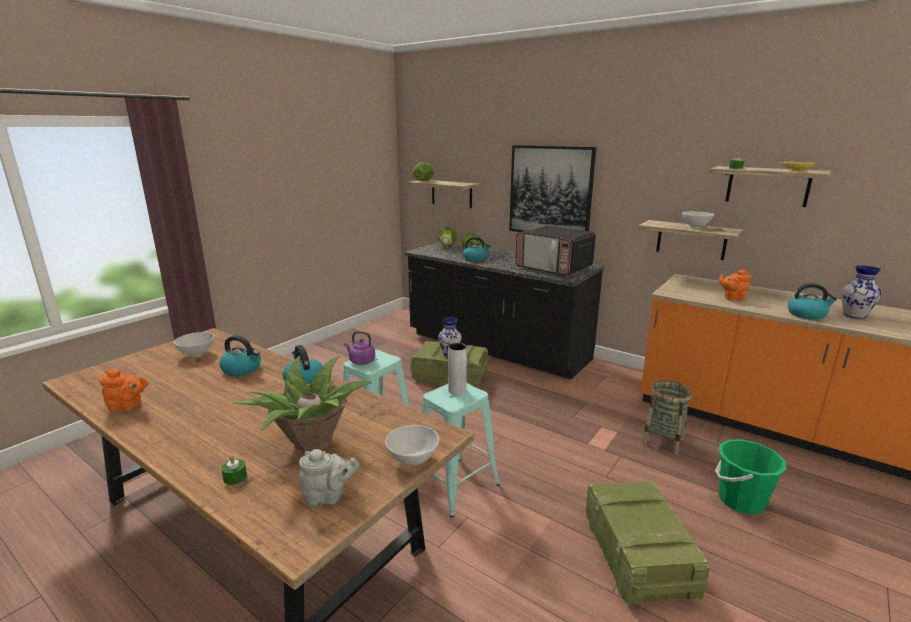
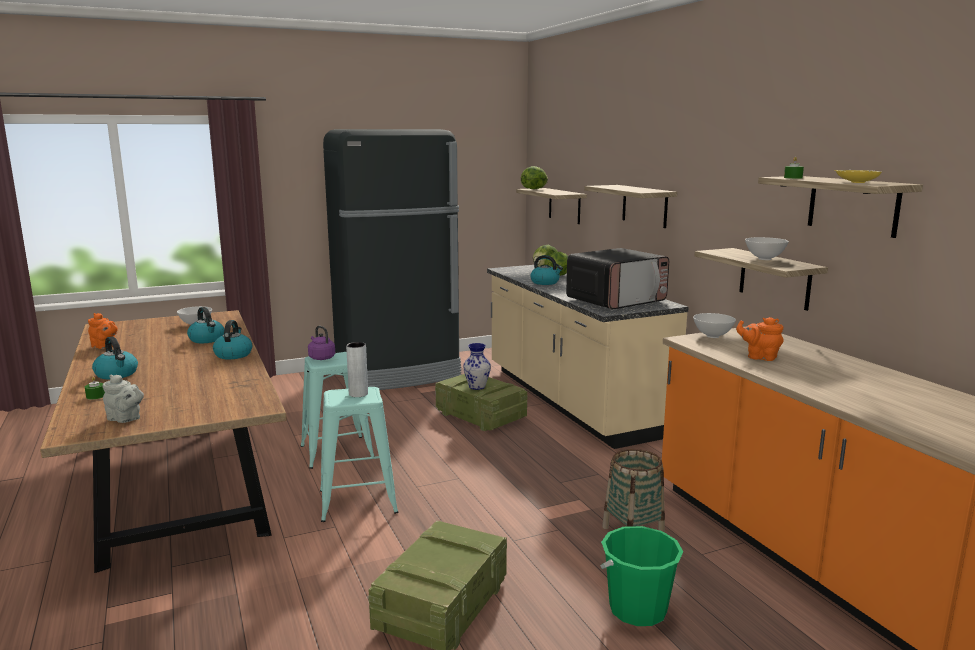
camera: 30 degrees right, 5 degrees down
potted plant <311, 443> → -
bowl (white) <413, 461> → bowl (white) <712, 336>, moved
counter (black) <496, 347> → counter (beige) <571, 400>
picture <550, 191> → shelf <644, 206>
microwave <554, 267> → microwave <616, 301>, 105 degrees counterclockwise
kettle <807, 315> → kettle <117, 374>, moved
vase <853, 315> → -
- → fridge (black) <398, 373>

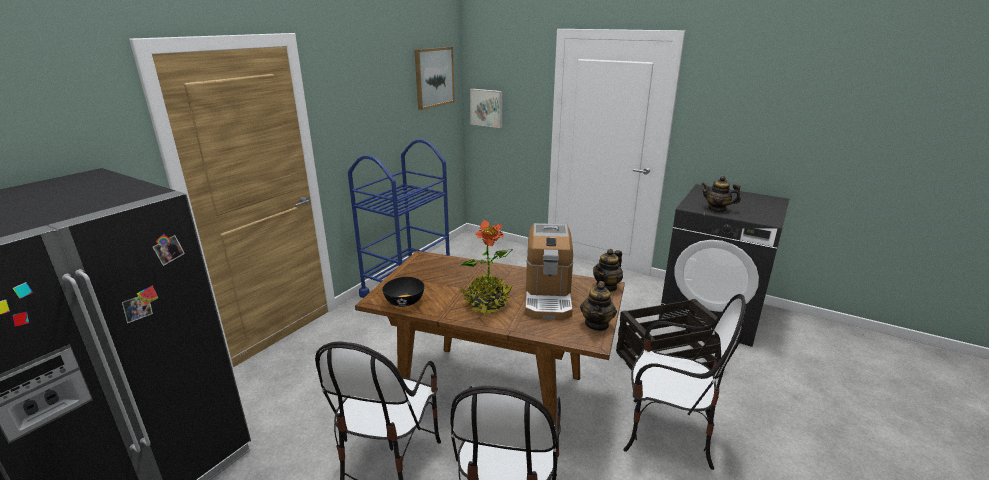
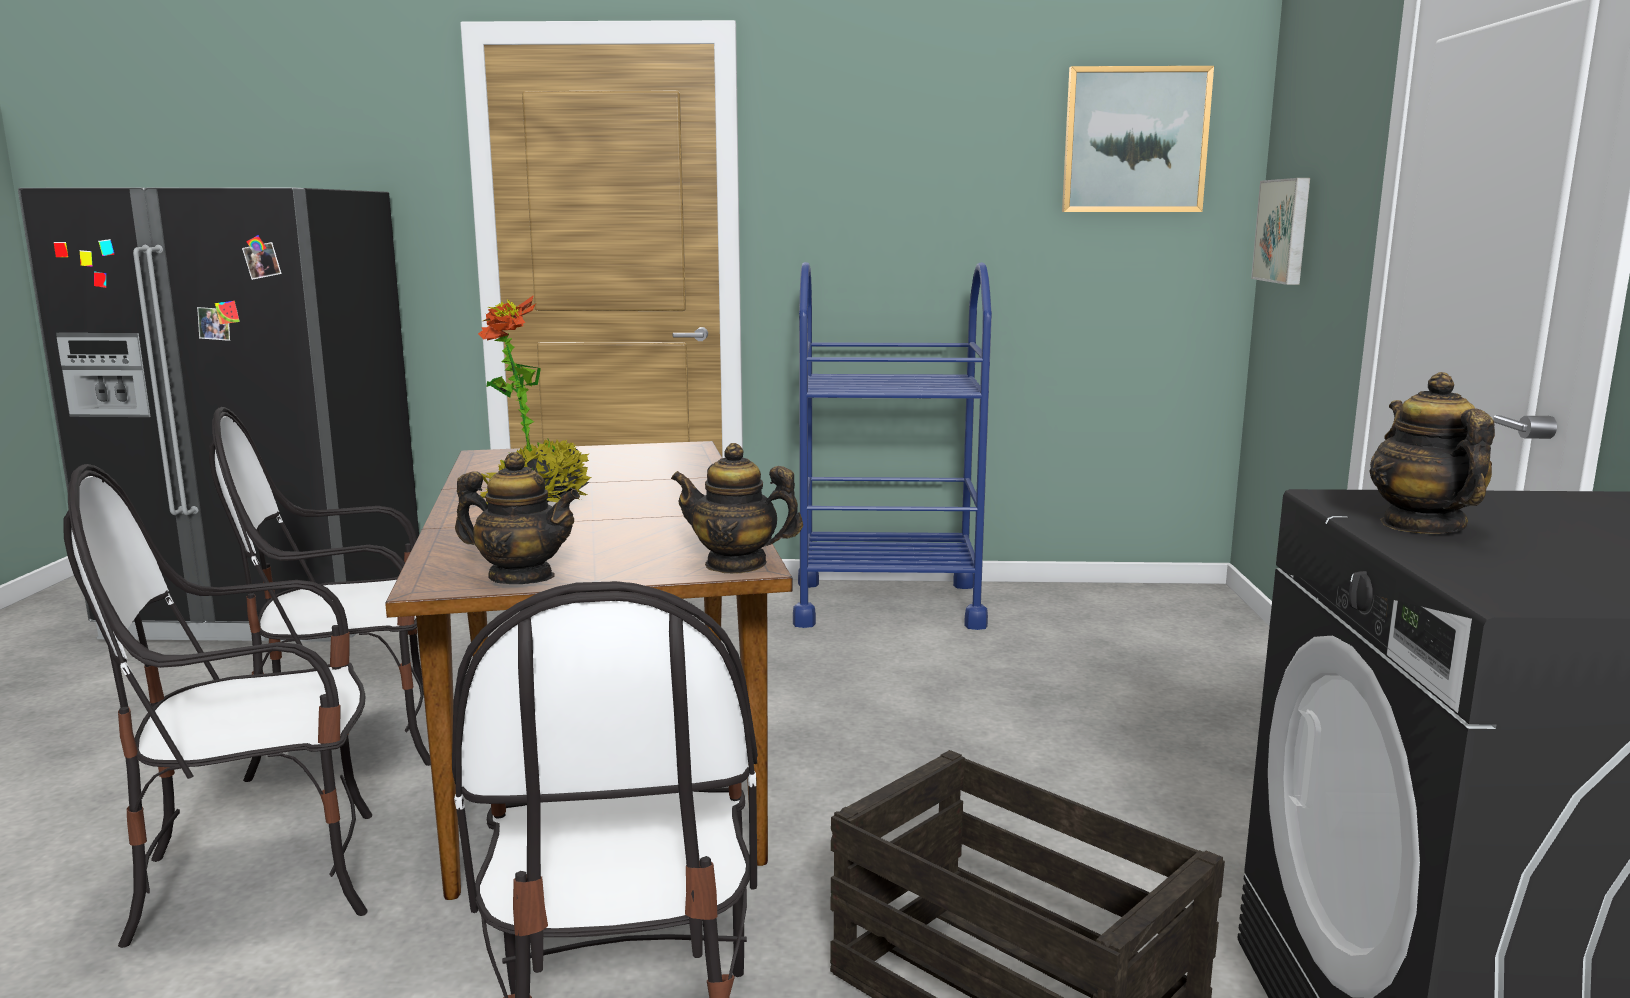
camera: 60 degrees right, 10 degrees down
bowl (black) <405, 302> → -
coffee machine <548, 297> → -
teapot <597, 324> → teapot <521, 577>, 150 degrees counterclockwise

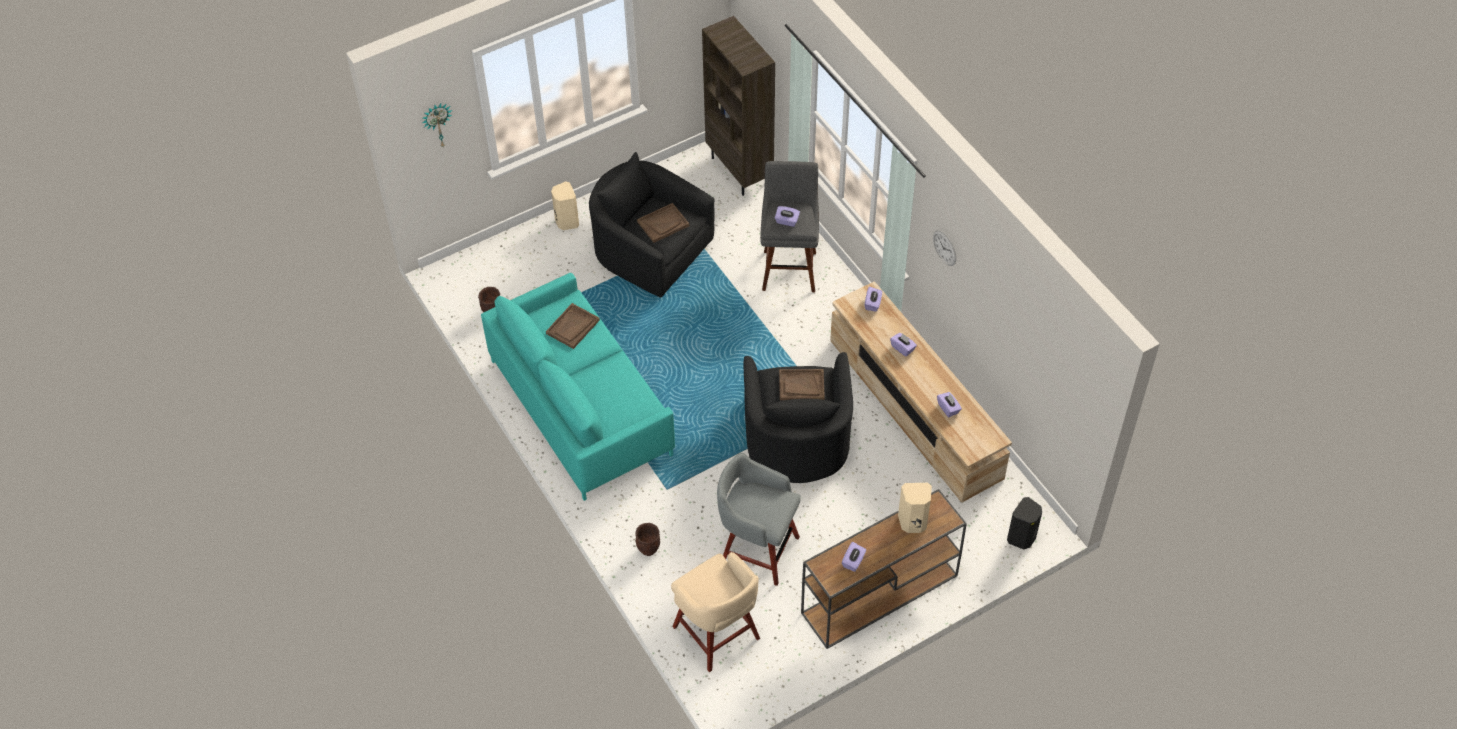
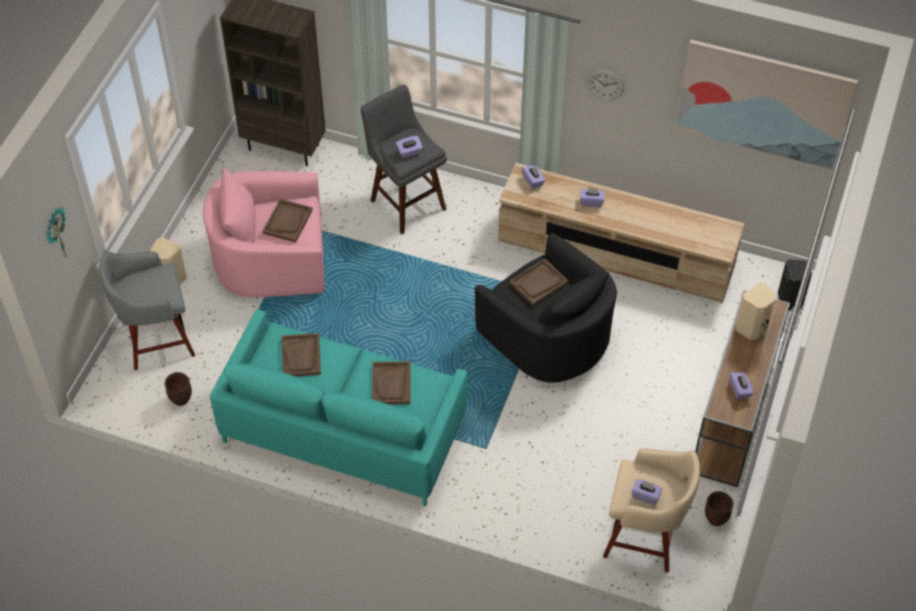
camera: 40 degrees left, 0 degrees up
armchair (black) <650, 250> → armchair (pink) <271, 259>
planter (brown) <649, 549> → planter (brown) <716, 519>, moved
stool (grey) <757, 549> → stool (grey) <156, 340>, moved
tissue box (purple) <948, 408> → tissue box (purple) <645, 495>, moved
- → tray (brown) <391, 384>
- → picture <764, 103>

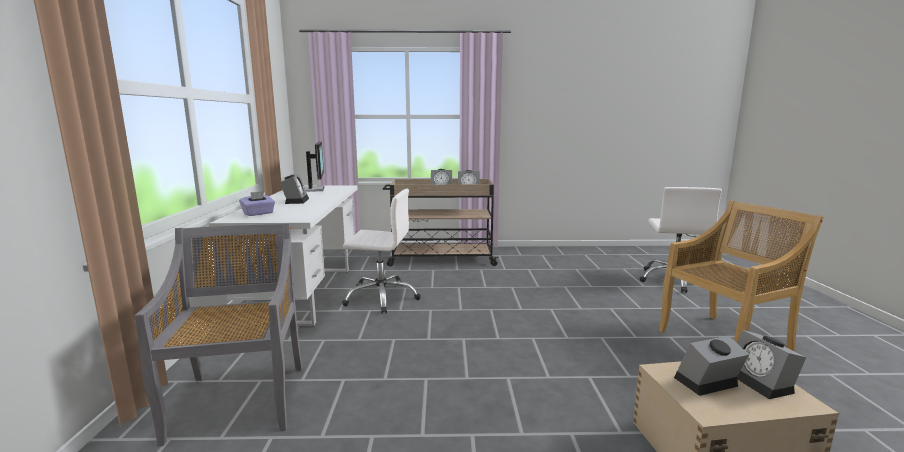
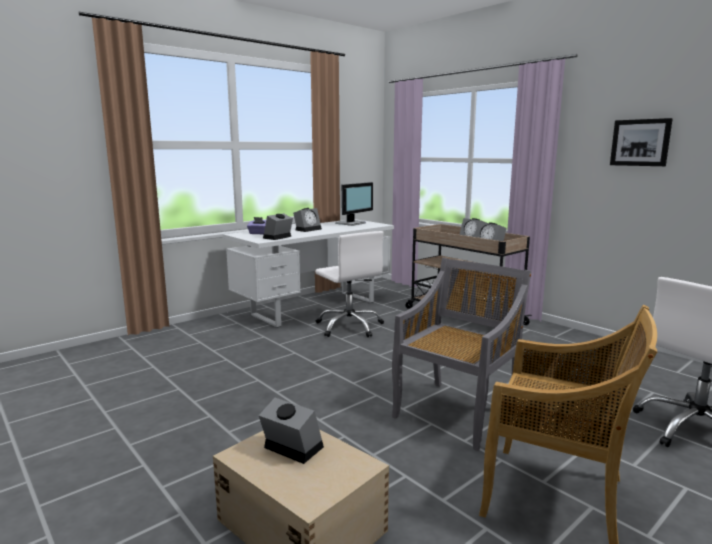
camera: 50 degrees right, 0 degrees up
chair (grey) <239, 400> → chair (grey) <456, 412>, moved
alarm clock <762, 382> → alarm clock <277, 237>, moved
- → picture <640, 142>

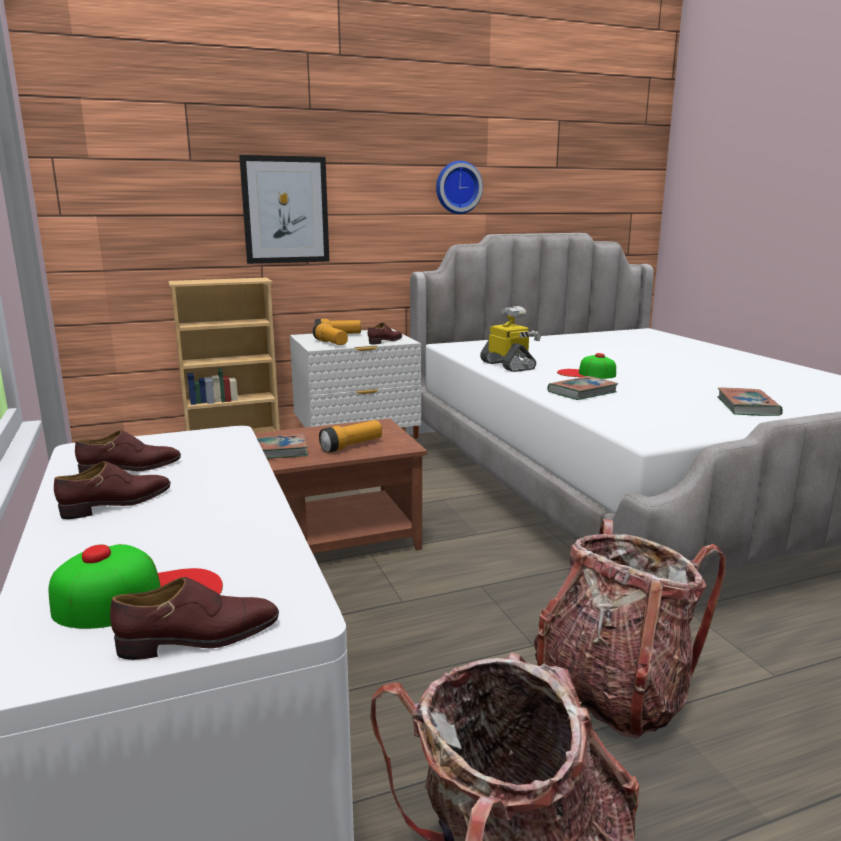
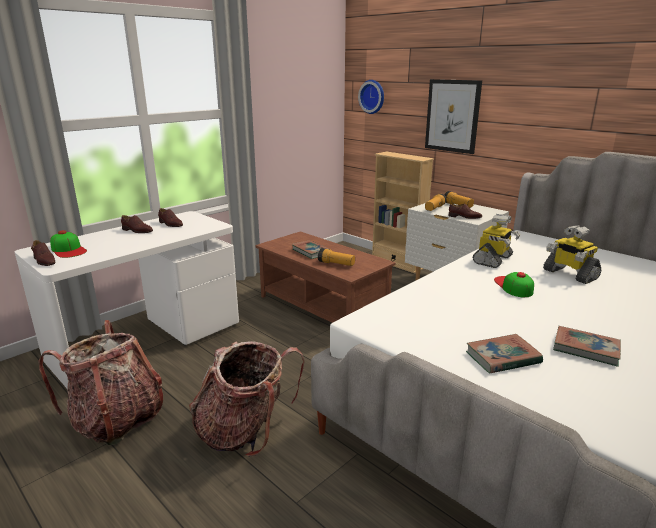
camera: 65 degrees right, 5 degrees up
wall clock <457, 187> → wall clock <373, 96>, moved
book <582, 392> → book <585, 349>, moved
- → toy robot <569, 274>

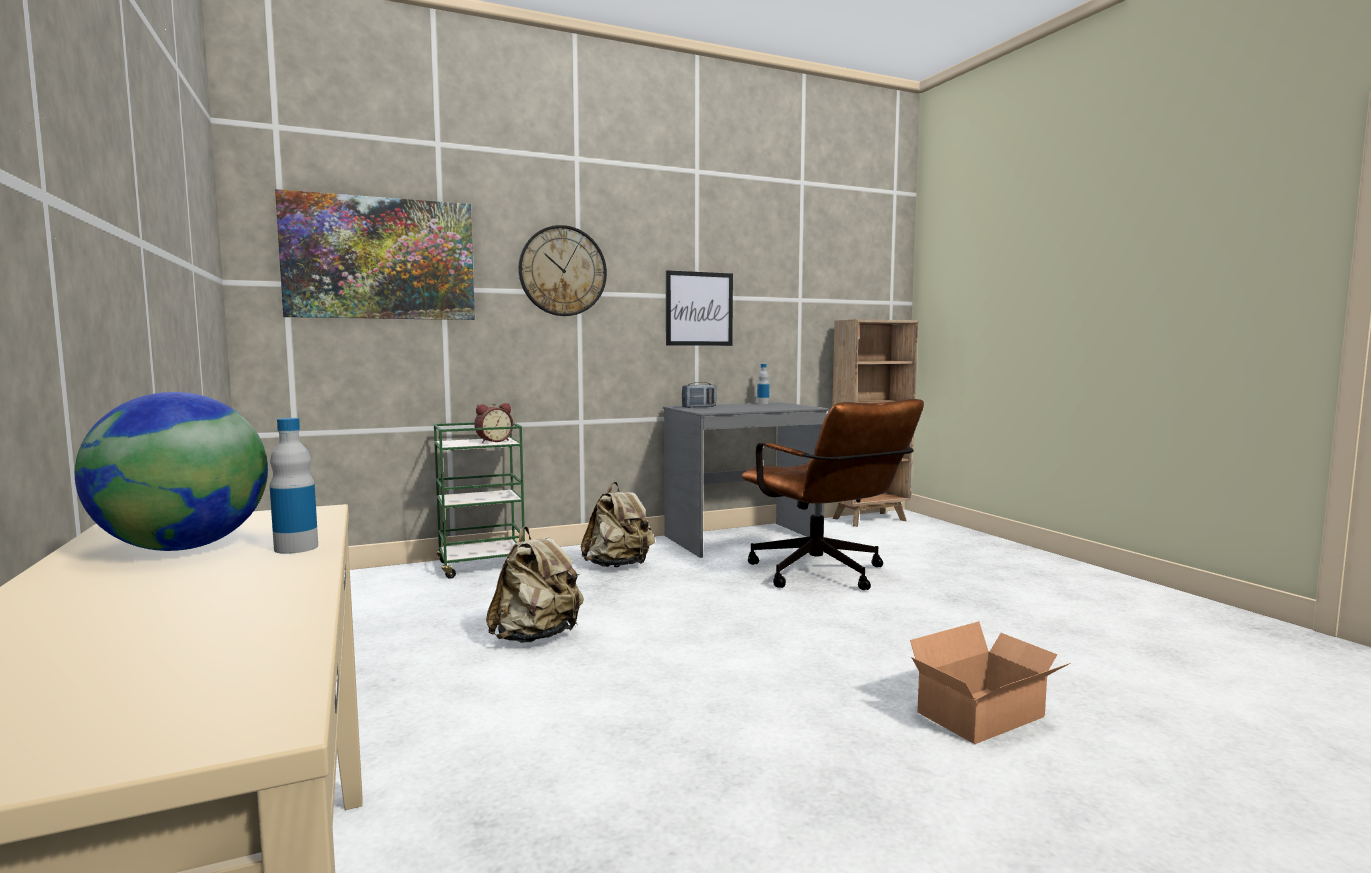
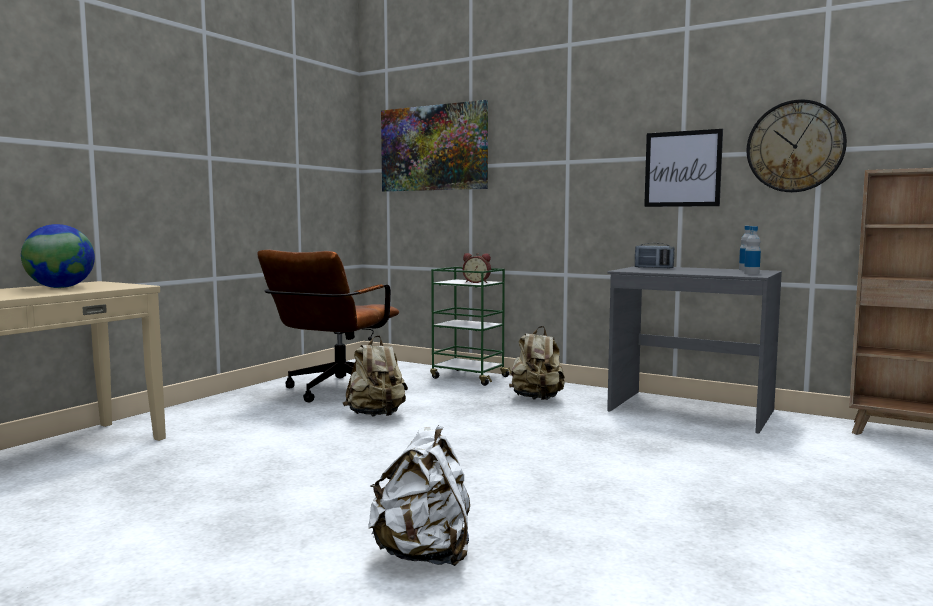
camera: 55 degrees right, 0 degrees up
bottle <296, 548> → bottle <751, 274>, moved
wall clock <562, 271> → wall clock <795, 146>, moved
office chair (brown) <825, 575> → office chair (brown) <334, 392>, moved
cardboard box <986, 716> → backpack (white) <424, 554>

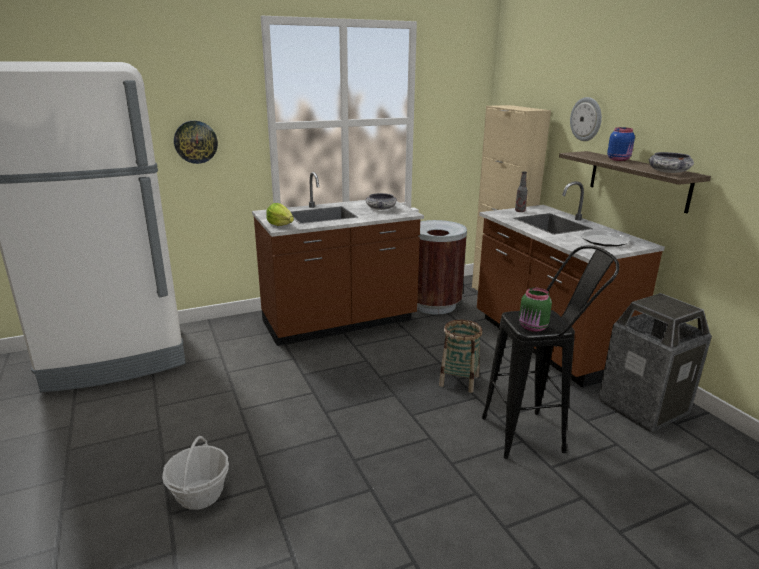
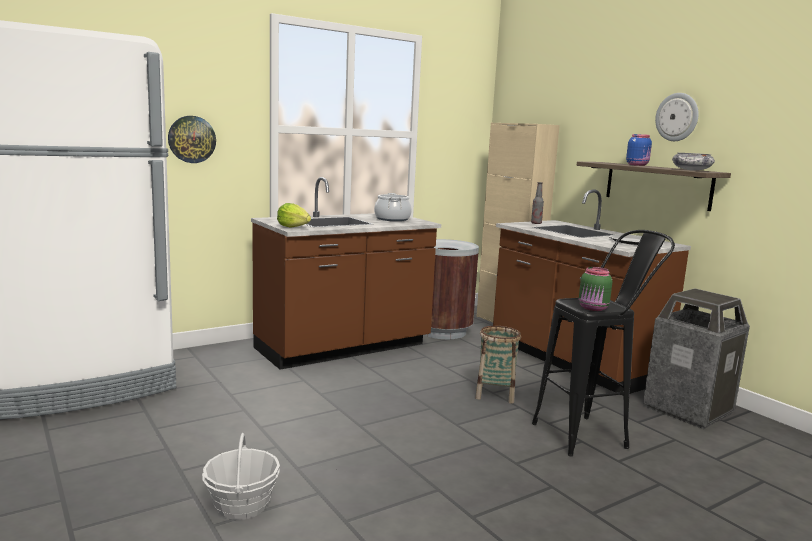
camera: 10 degrees left, 10 degrees down
bowl <381, 208> → cooking pot <392, 219>
wall clock <586, 119> → wall clock <677, 117>, moved

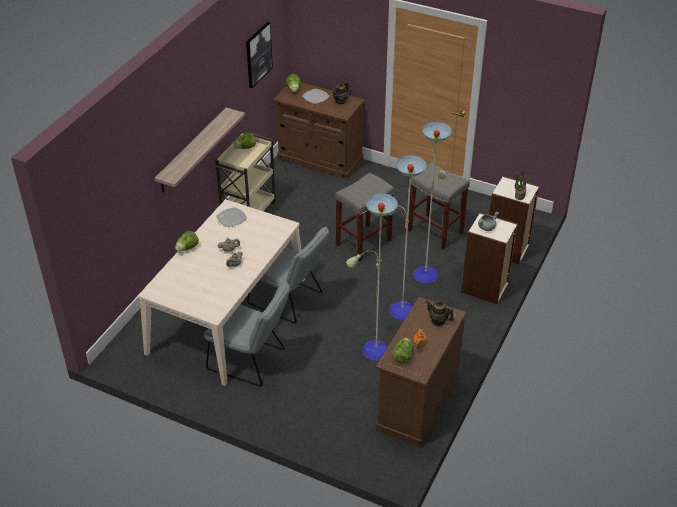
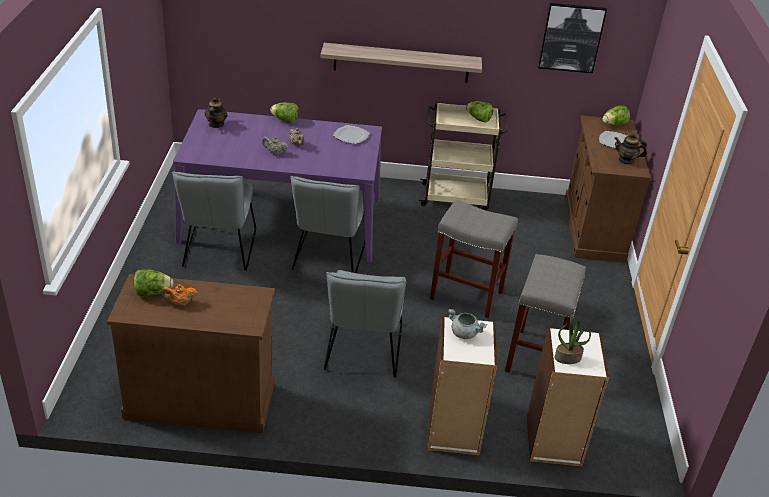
camera: 65 degrees right, 5 degrees down
dining table (beige) <227, 315> → dining table (purple) <281, 220>
floor lamp <400, 309> → chair (grey) <362, 352>
teapot <438, 321> → teapot <216, 124>, moved

